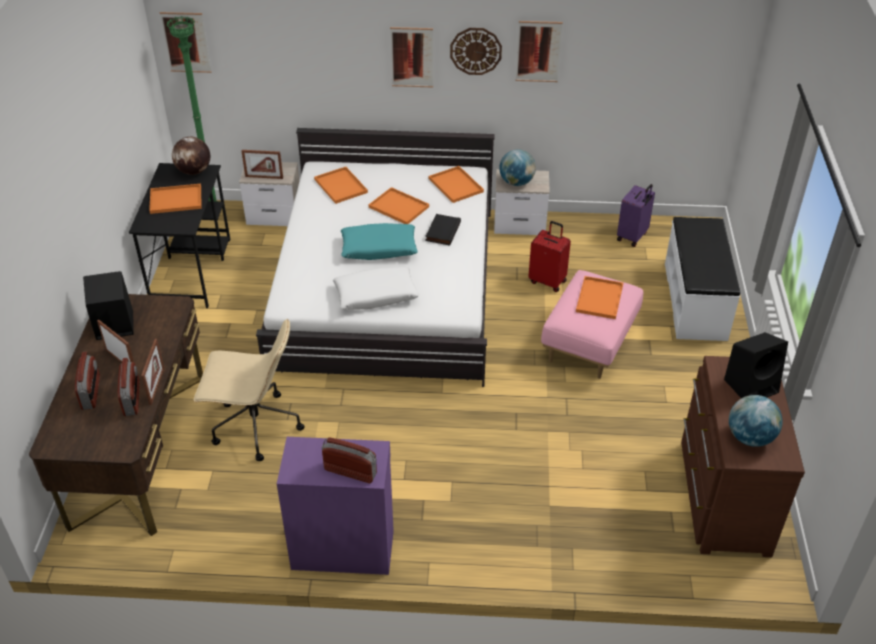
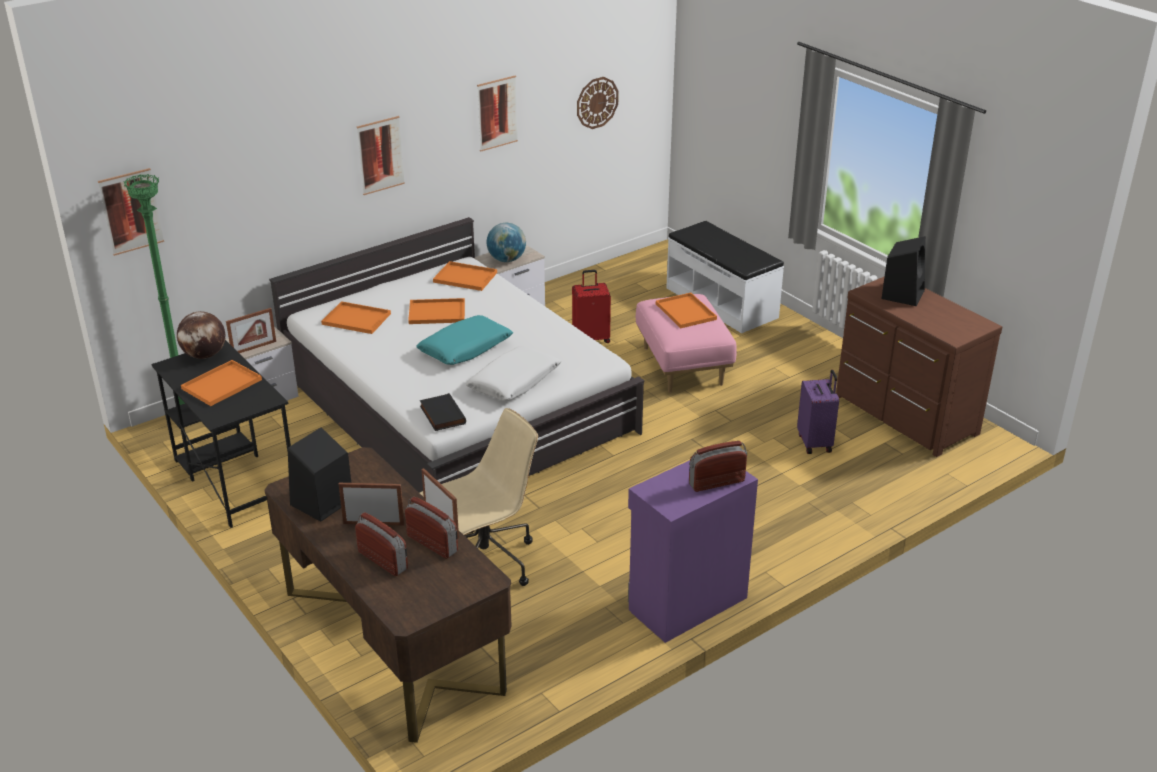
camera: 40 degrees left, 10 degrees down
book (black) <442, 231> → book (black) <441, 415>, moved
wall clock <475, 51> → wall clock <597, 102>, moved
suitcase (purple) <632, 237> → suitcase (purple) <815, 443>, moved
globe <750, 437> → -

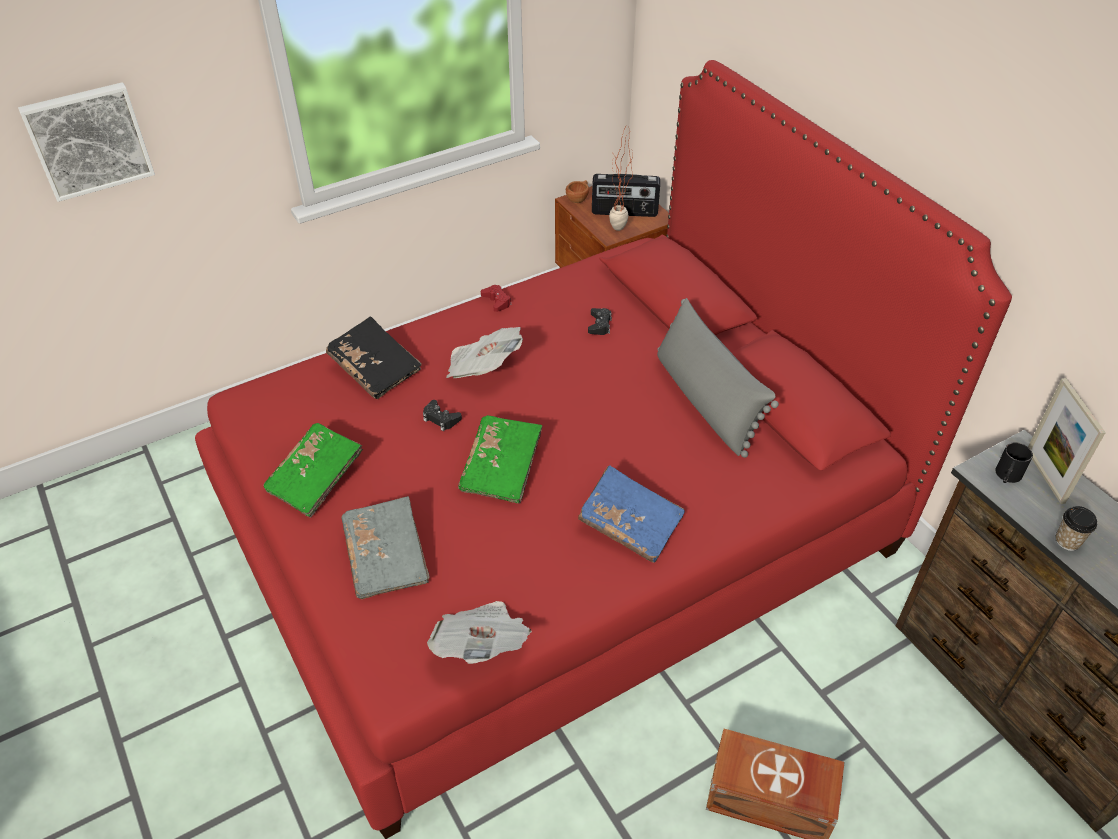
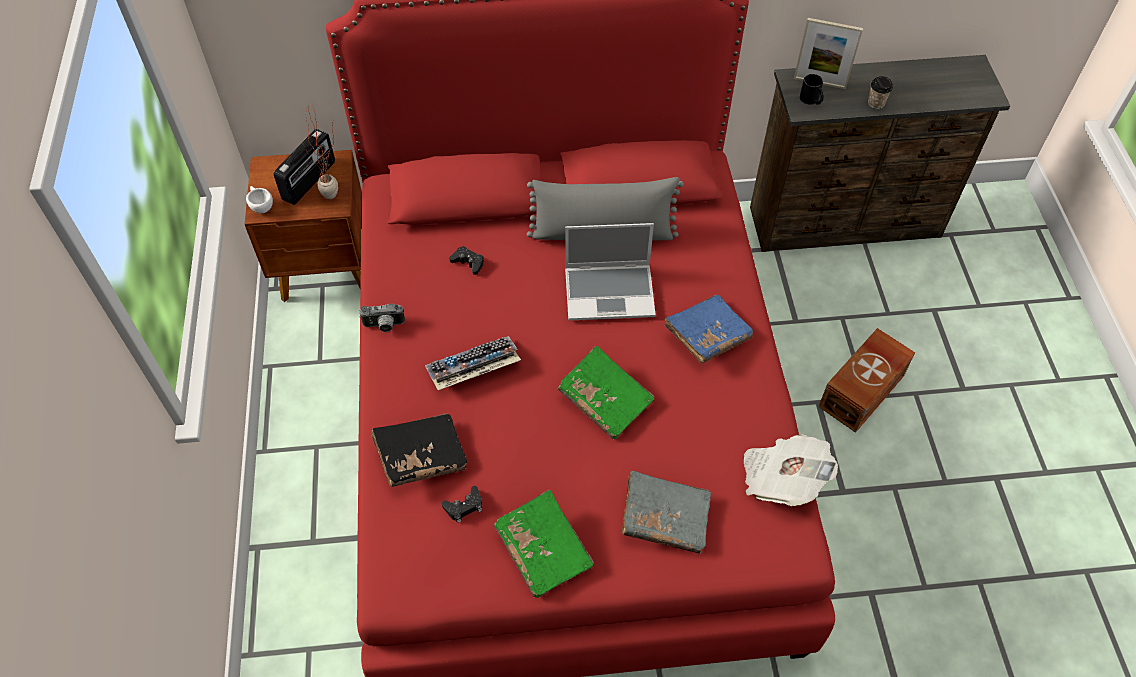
camera: 65 degrees left, 10 degrees up
picture <88, 140> → -
game controller (black) <441, 418> → game controller (black) <464, 507>, moved
newspaper <483, 368> → keyboard <473, 369>
game controller (red) <496, 301> → photo camera <384, 326>
cup (brown) <579, 199> → cup (white) <261, 206>
- → laptop <610, 292>

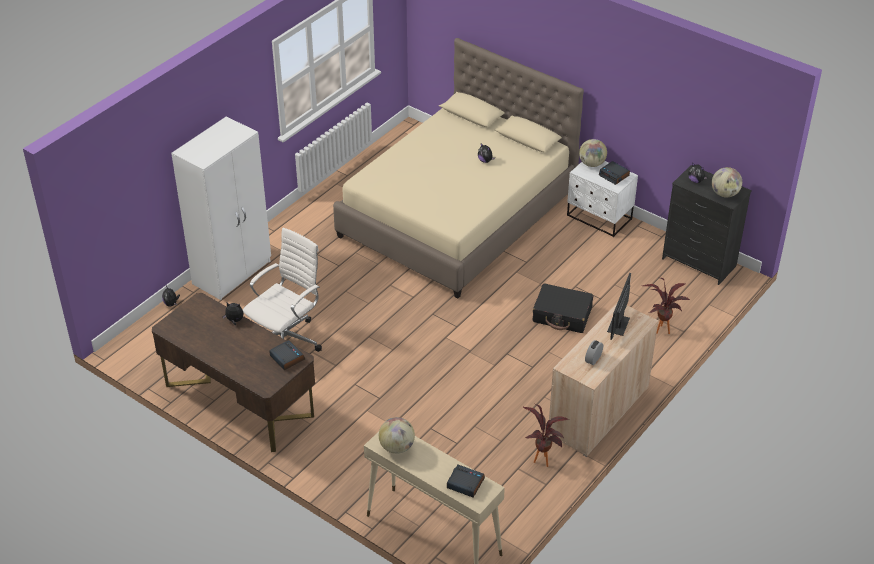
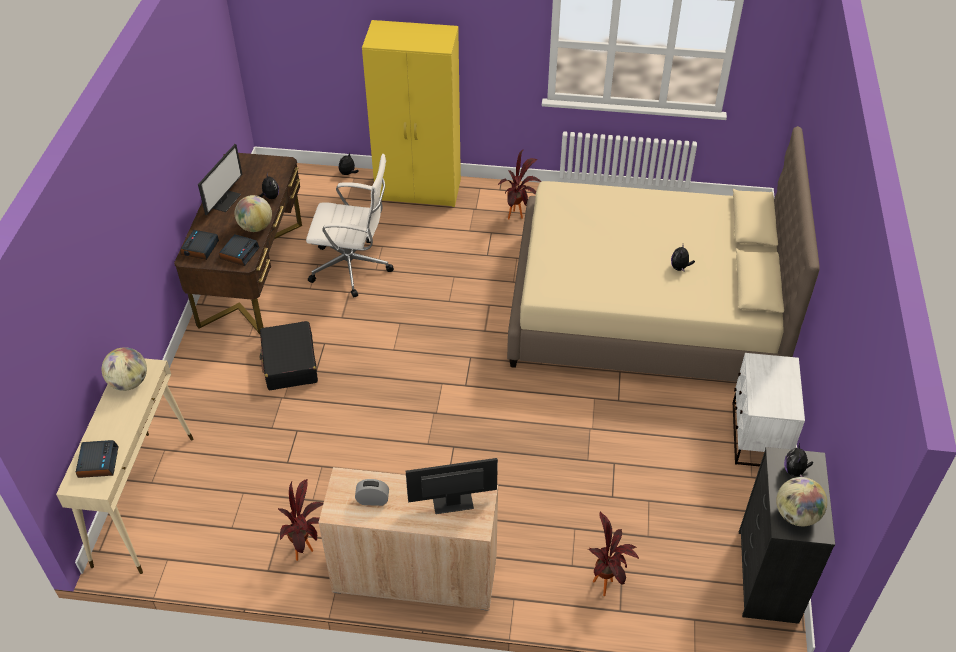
camera: 60 degrees right, 5 degrees up
wardrobe (white) <233, 272> → wardrobe (yellow) <419, 191>
suitcase (black) <562, 315> → suitcase (black) <290, 363>, moved
globe <591, 164> → globe <255, 227>, moved
alarm clock <614, 175> → alarm clock <200, 248>, moved
- → monitor <225, 200>
- → potted plant <519, 216>

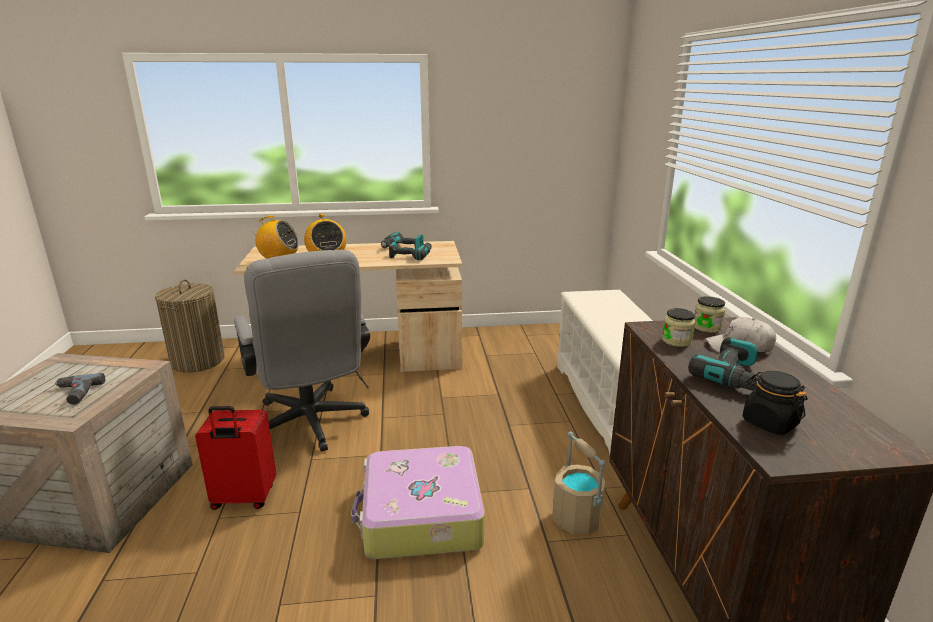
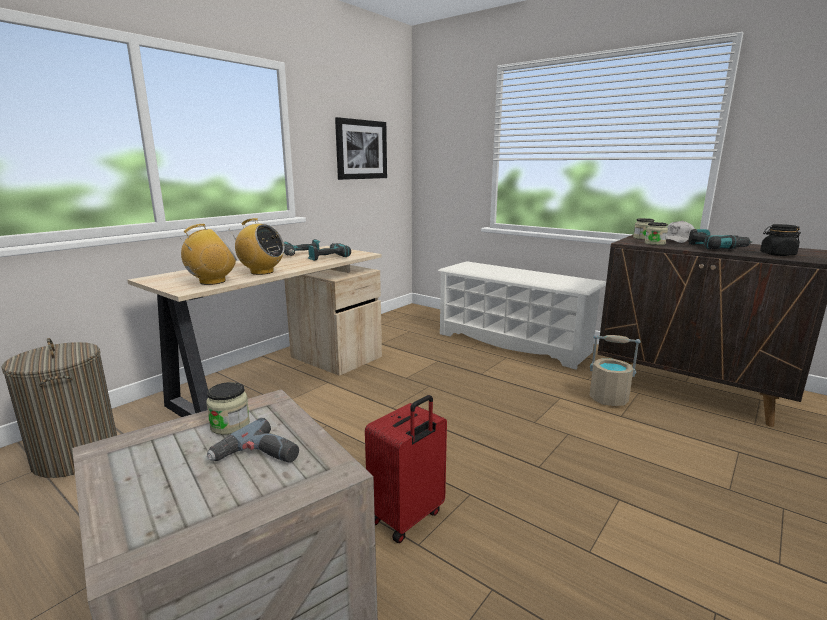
camera: 45 degrees left, 5 degrees down
office chair (grey) <311, 426> → -
suitcase <420, 516> → -
- → jar <230, 425>
- → picture <361, 149>

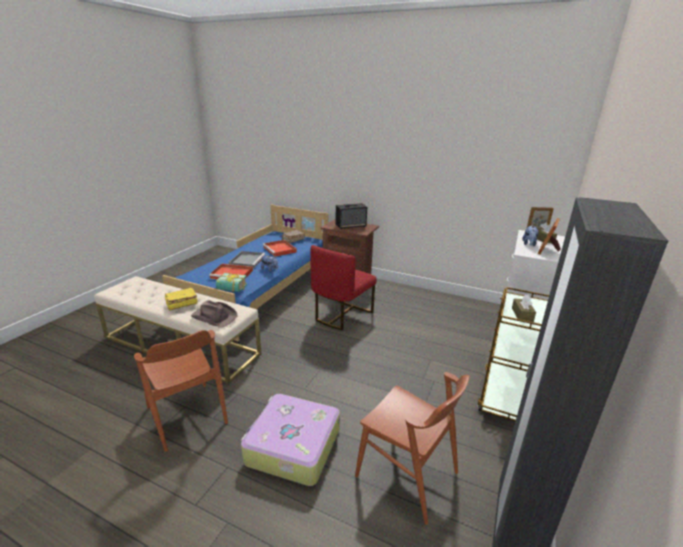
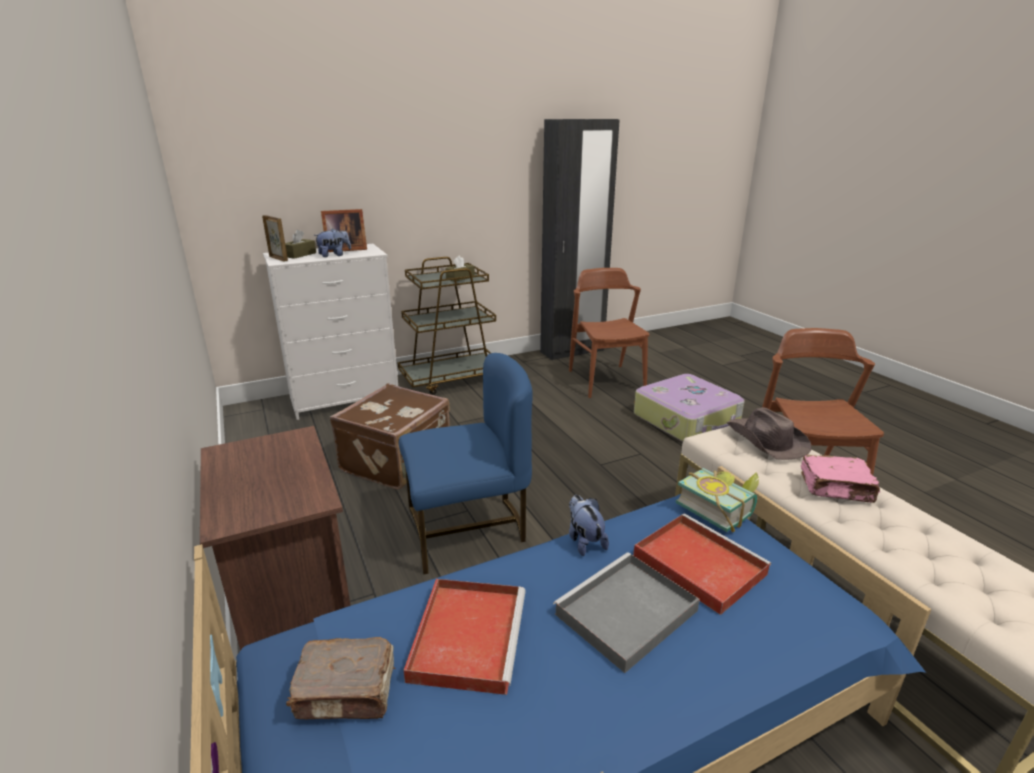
camera: 140 degrees left, 0 degrees up
book (yellow) <181, 304> → book (pink) <836, 489>
chair (red) <341, 315> → chair (blue) <467, 529>
speaker <351, 226> → -
- → suitcase (brown) <398, 461>

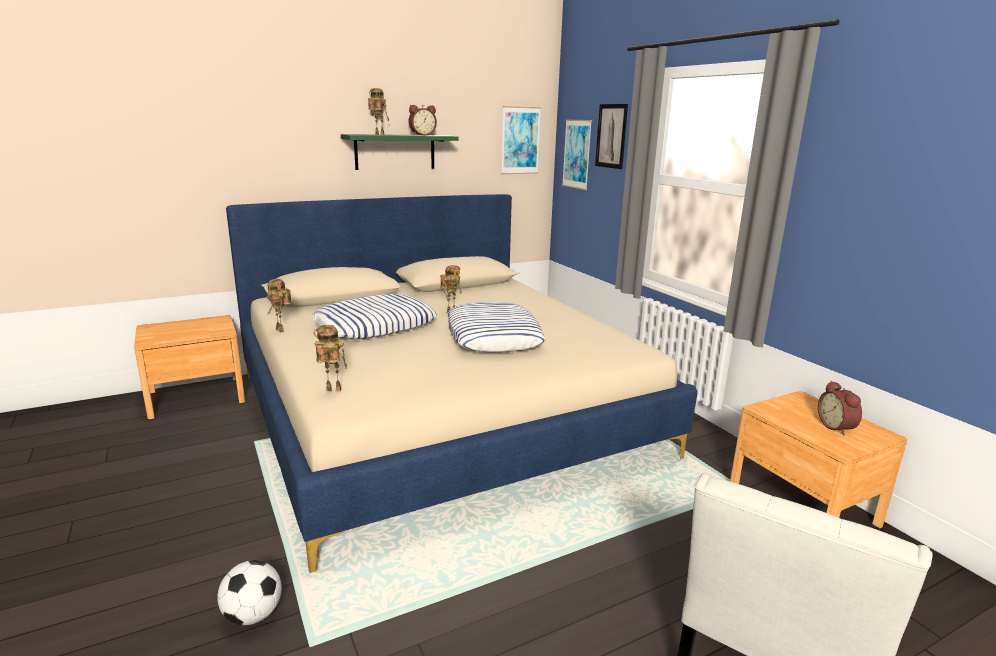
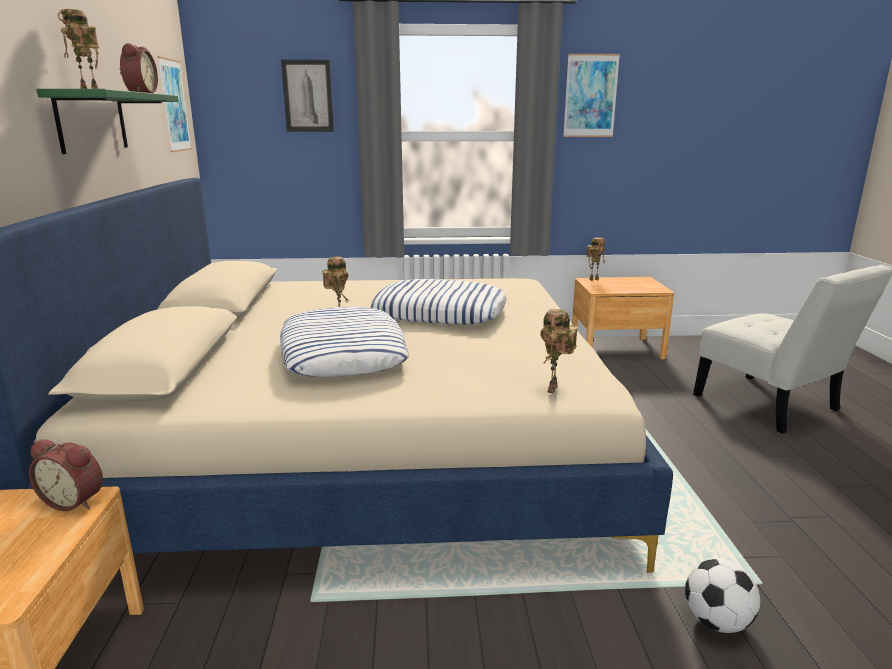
camera: 65 degrees left, 0 degrees up
toy robot <281, 330> → toy robot <594, 279>, moved
picture <577, 154> → picture <590, 96>, moved
alarm clock <837, 427> → alarm clock <75, 500>, moved

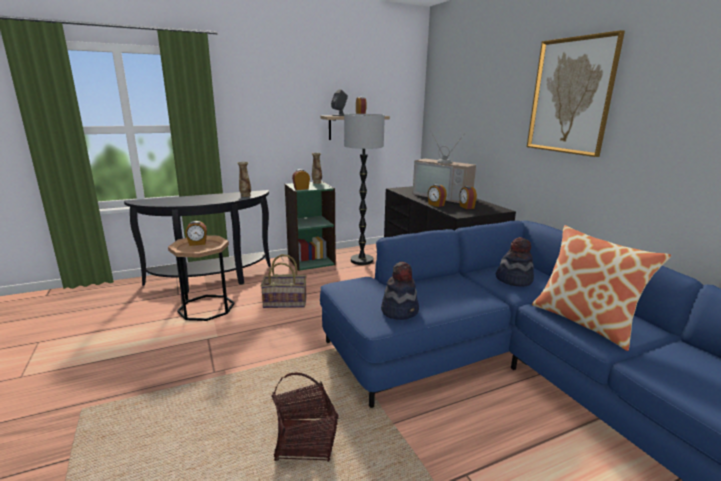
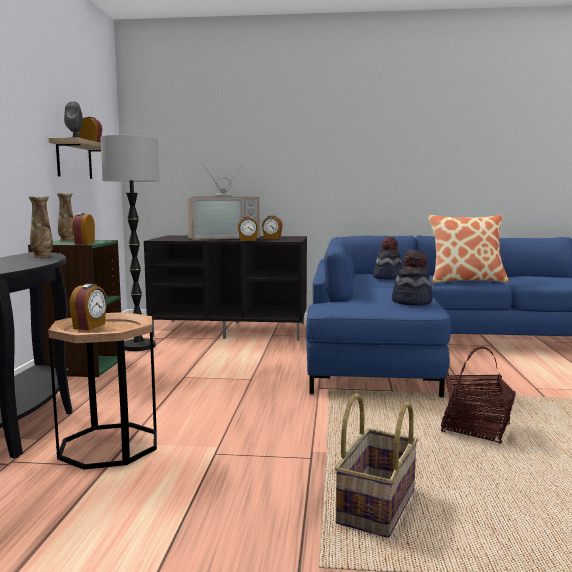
camera: 60 degrees left, 10 degrees down
basket <285, 302> → basket <375, 506>, moved
picture <571, 96> → -

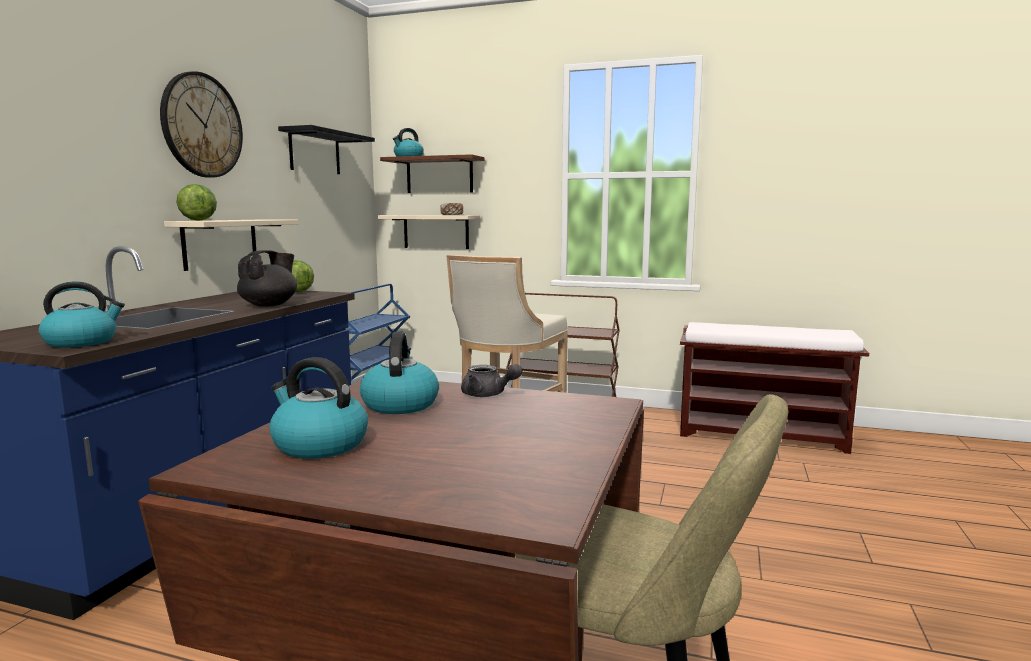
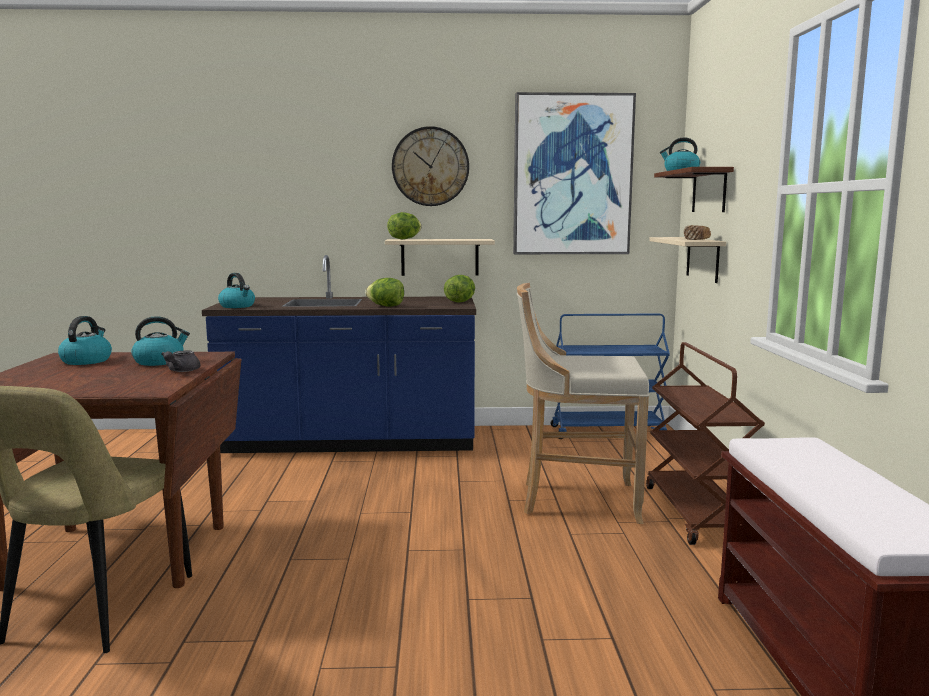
camera: 70 degrees right, 0 degrees up
teapot (black) <270, 305> → lettuce <386, 306>
shelf (black) <315, 152> → picture <572, 175>

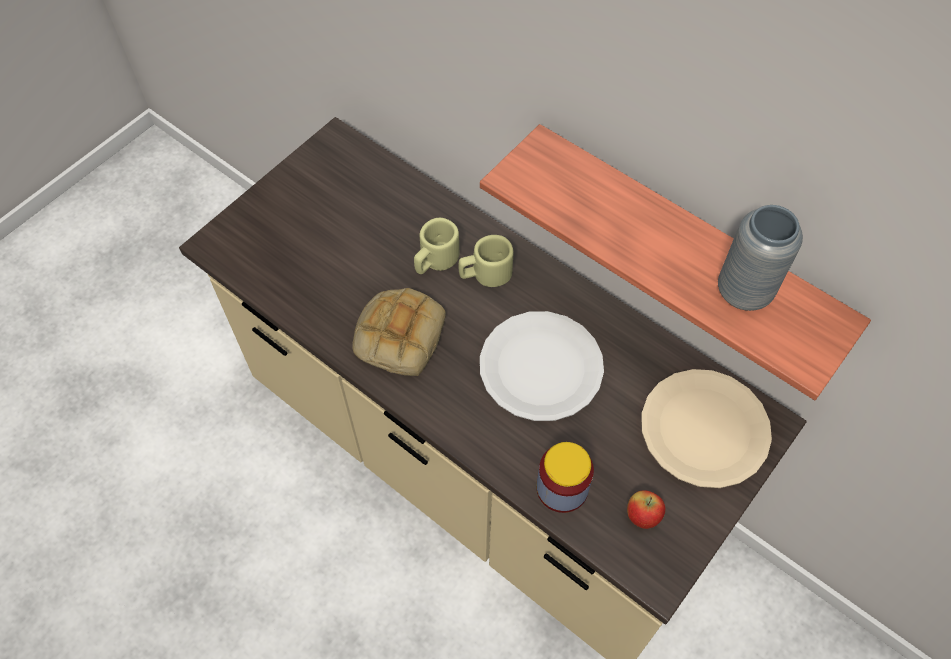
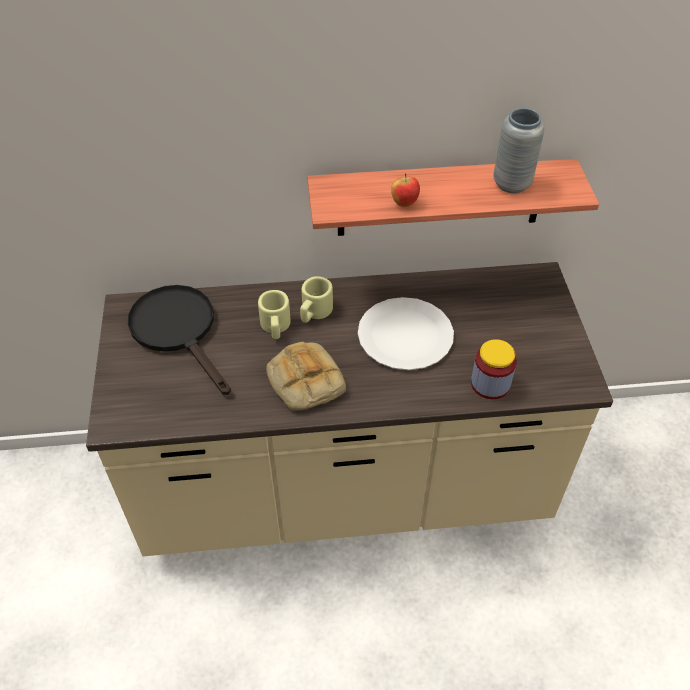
camera: 45 degrees left, 10 degrees down
apple <642, 516> → apple <404, 203>, moved
plate (beige) <705, 429> → -
- → frying pan (black) <179, 331>

